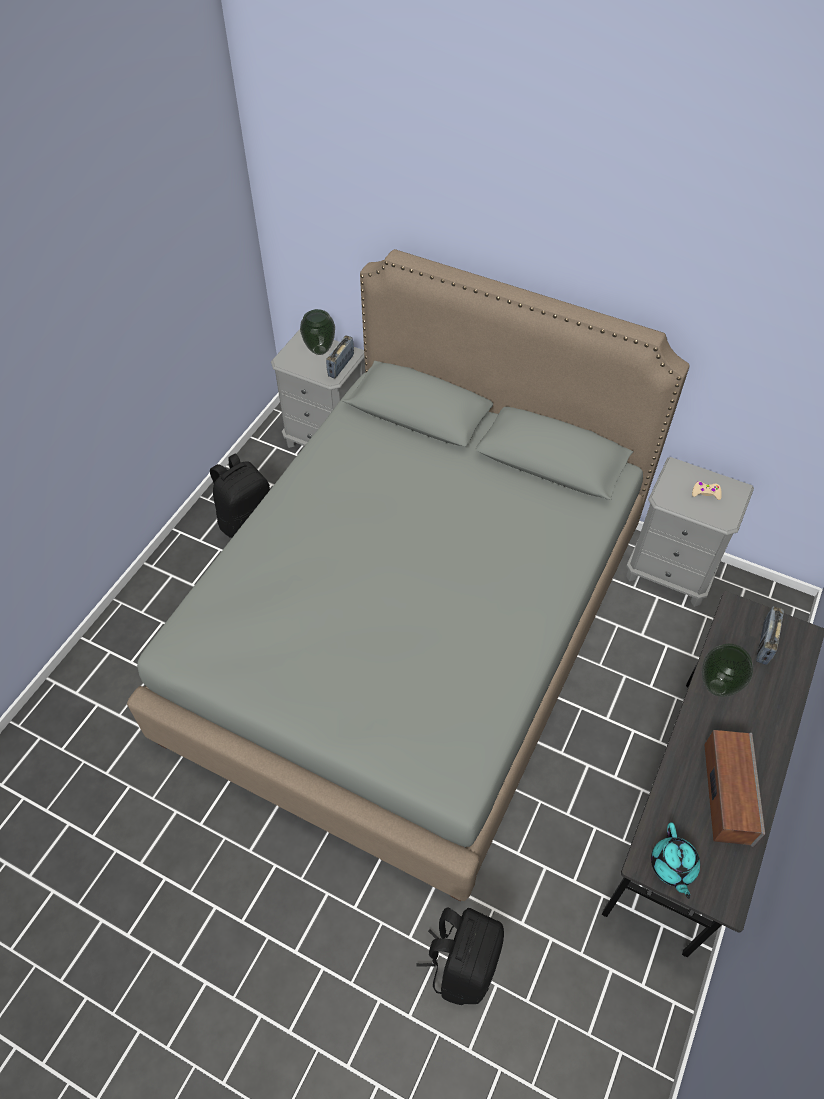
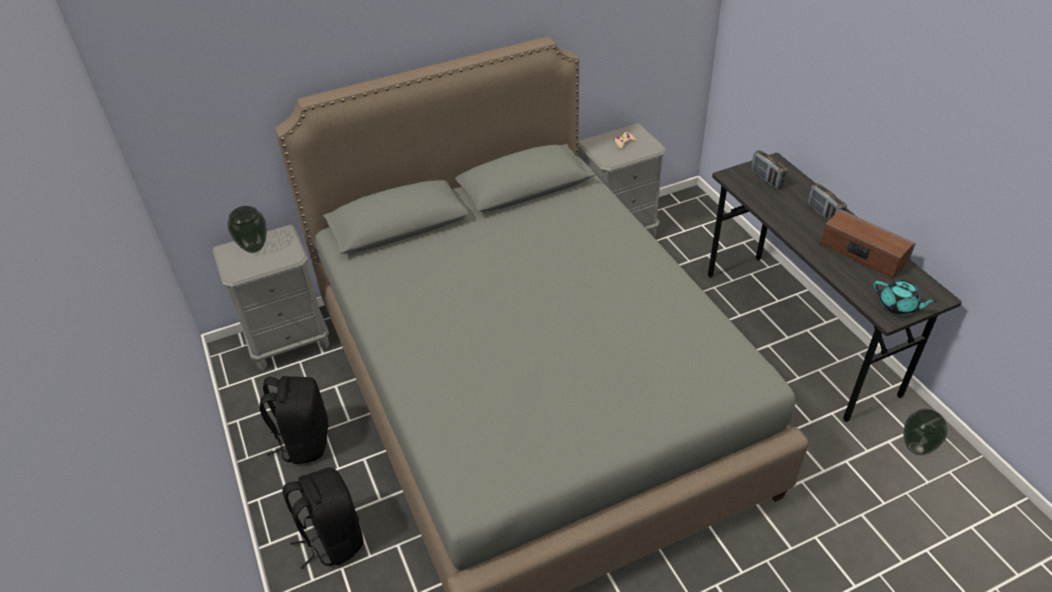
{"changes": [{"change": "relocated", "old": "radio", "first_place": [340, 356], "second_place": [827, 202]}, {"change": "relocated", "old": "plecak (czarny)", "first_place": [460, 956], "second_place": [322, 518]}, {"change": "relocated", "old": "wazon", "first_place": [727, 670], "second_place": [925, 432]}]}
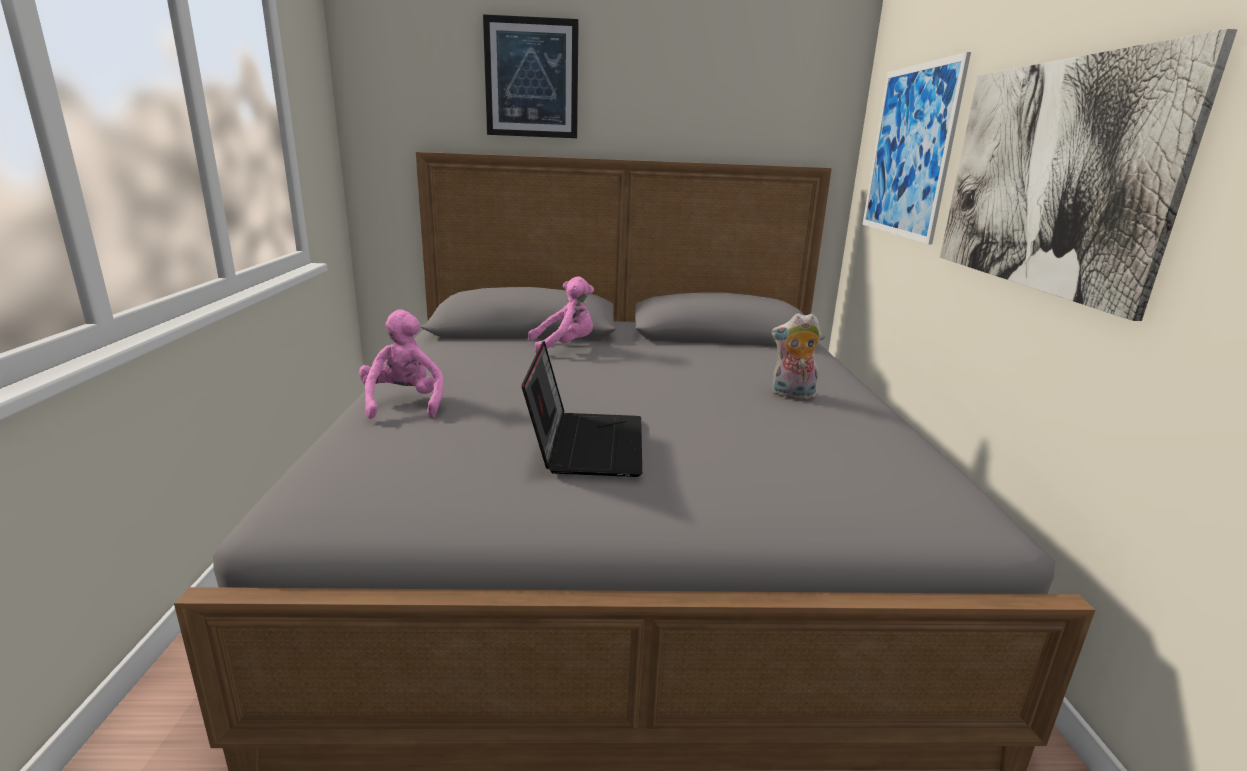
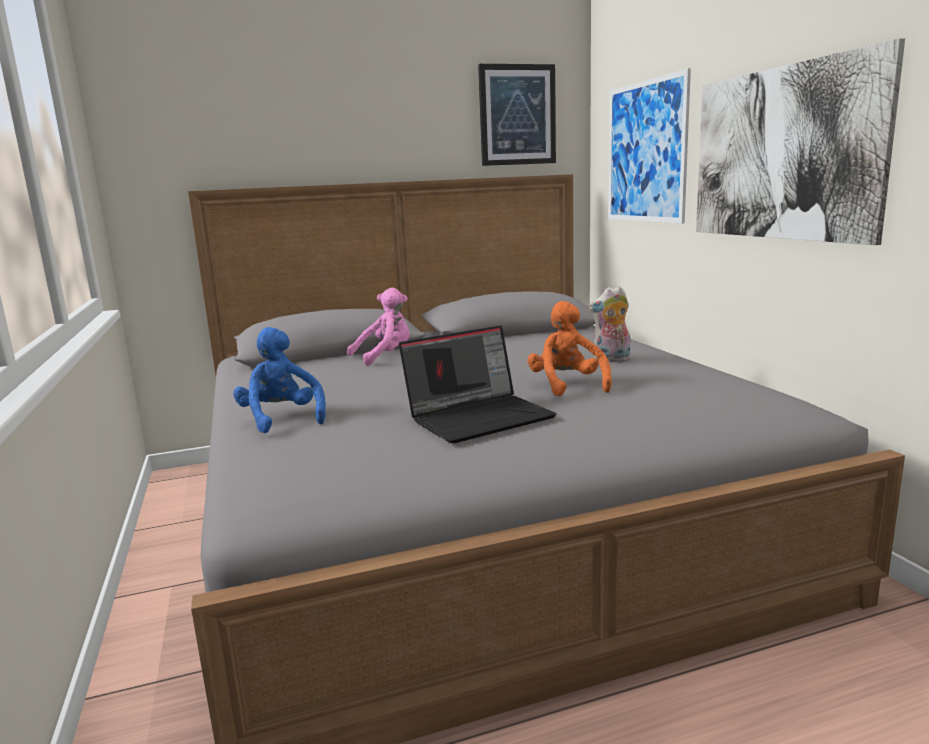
{"changes": [{"change": "appeared", "new": "pluszak (pomarańczowy)", "second_place": [569, 348]}, {"change": "relocated", "old": "obraz", "first_place": [531, 76], "second_place": [517, 115]}, {"change": "colour", "old": "pluszak (różowy)", "new": "pluszak (niebieski)", "first_place": [401, 364], "second_place": [279, 380]}, {"change": "spun", "old": "laptop", "first_place": [581, 409], "second_place": [478, 384], "degrees": 75}]}
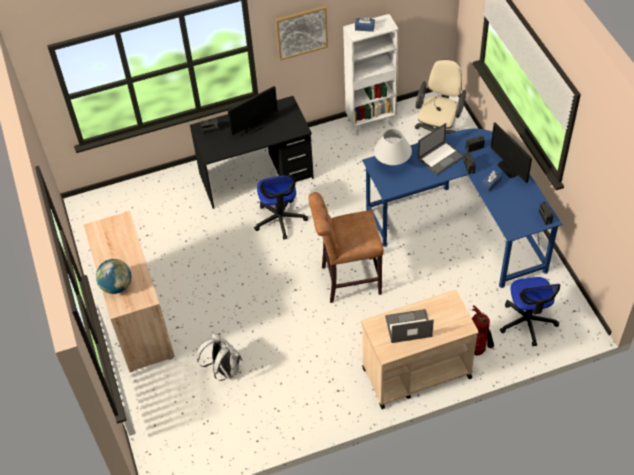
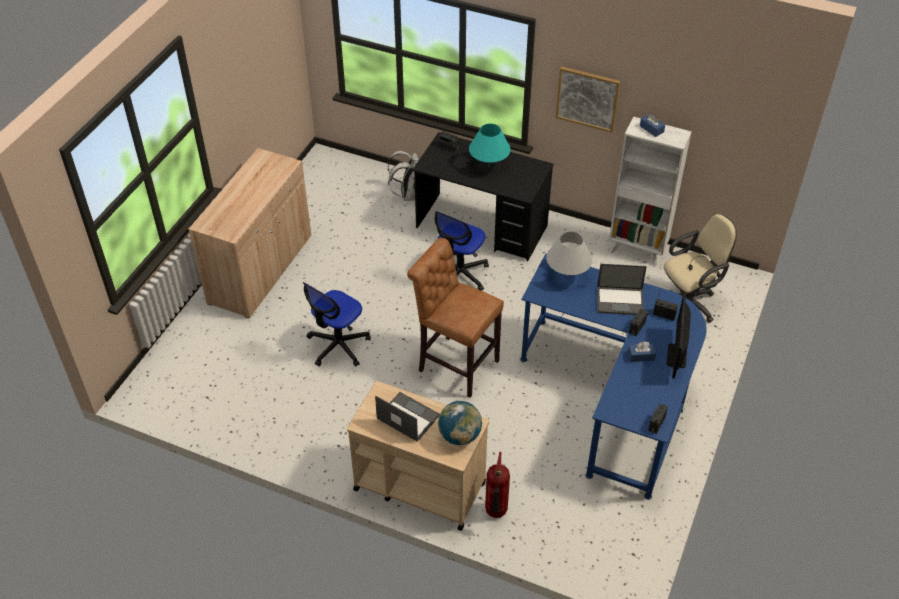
{"changes": [{"change": "relocated", "old": "globus", "first_place": [113, 276], "second_place": [460, 423]}, {"change": "relocated", "old": "plecak (biały)", "first_place": [219, 357], "second_place": [403, 176]}, {"change": "relocated", "old": "krzesło biurowe", "first_place": [530, 311], "second_place": [336, 324]}, {"change": "exchanged", "old": "monitor", "new": "lampa stołowa (turkusowy)", "first_place": [253, 110], "second_place": [490, 145]}]}
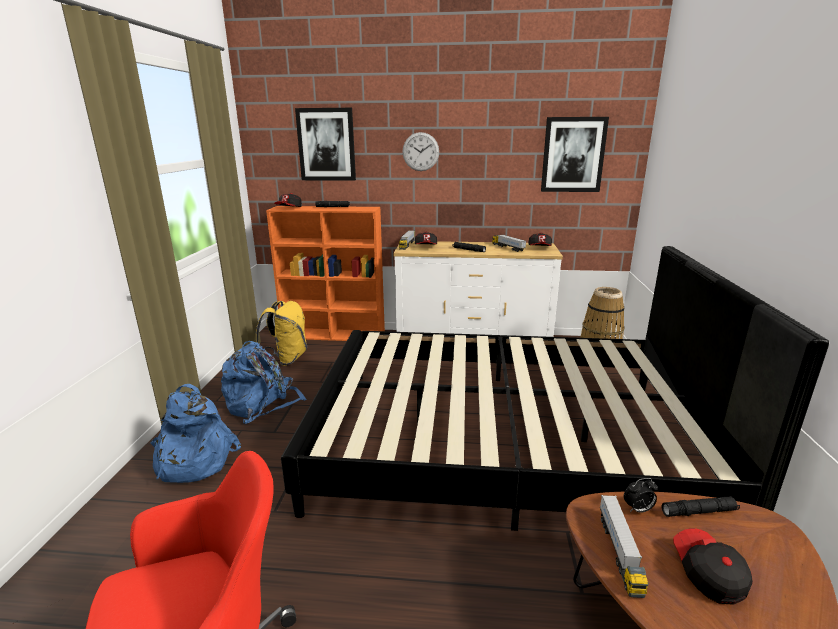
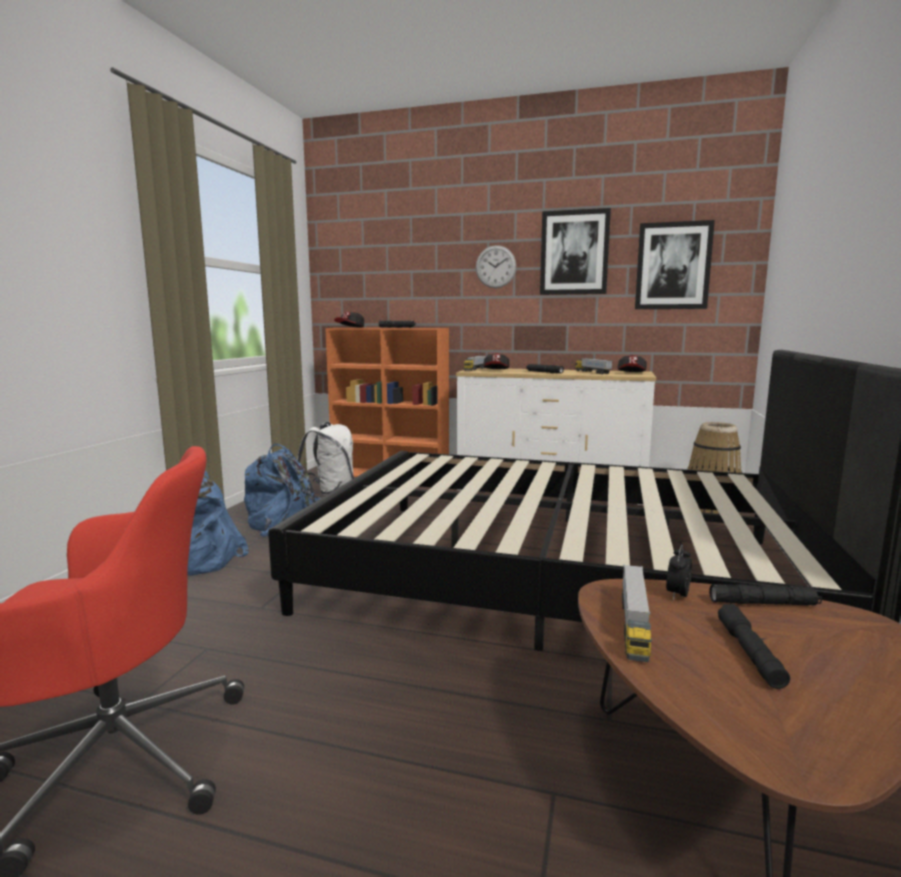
{"changes": [{"change": "relocated", "old": "obraz", "first_place": [325, 144], "second_place": [575, 251]}, {"change": "exchanged", "old": "czapka z daszkiem", "new": "latarka (czarny)", "first_place": [713, 566], "second_place": [754, 646]}, {"change": "colour", "old": "plecak (żółty)", "new": "plecak (biały)", "first_place": [281, 333], "second_place": [325, 458]}, {"change": "spun", "old": "budzik", "first_place": [641, 495], "second_place": [679, 572], "degrees": 120}]}
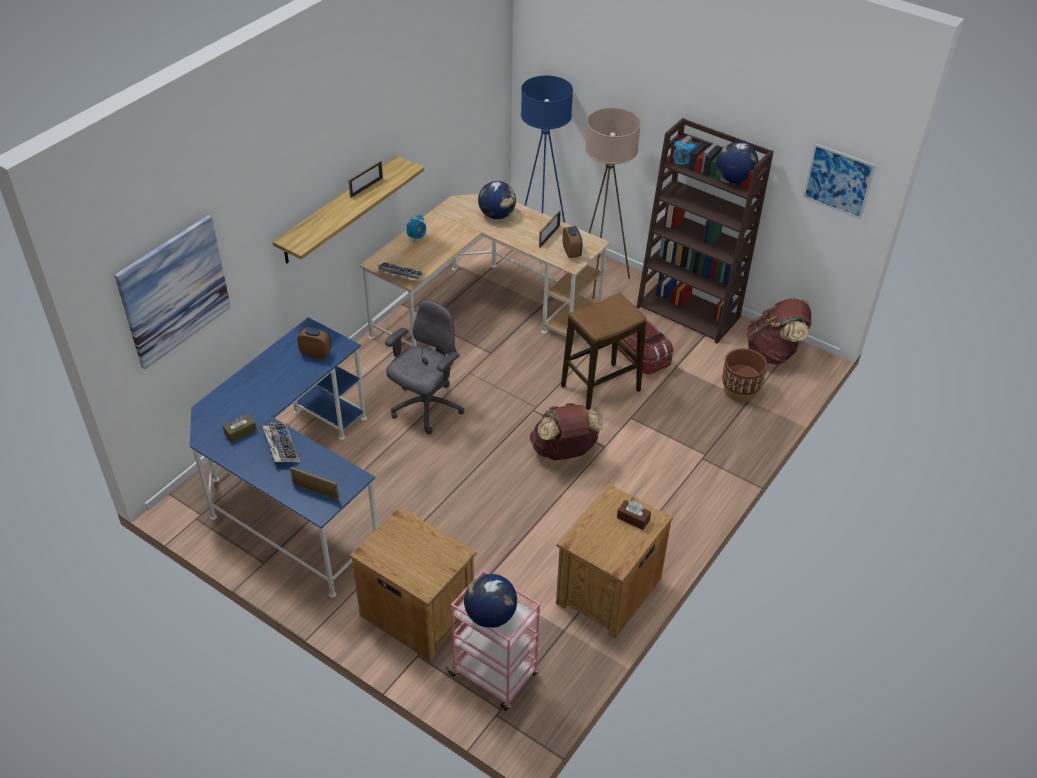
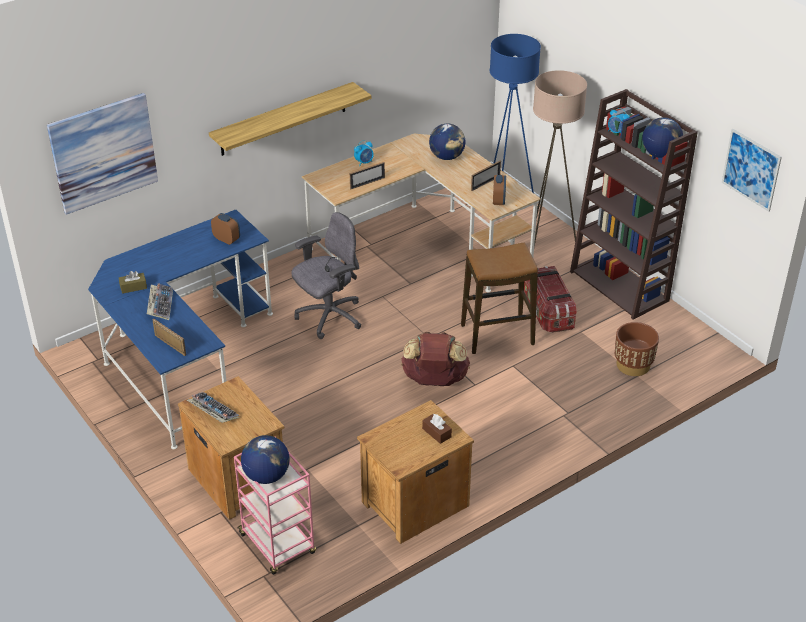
{"changes": [{"change": "missing", "old": "plecak (brązowy)", "first_place": [779, 331]}, {"change": "relocated", "old": "ramka na zdjęcie", "first_place": [365, 179], "second_place": [367, 175]}, {"change": "relocated", "old": "klawiatura", "first_place": [399, 271], "second_place": [213, 407]}]}
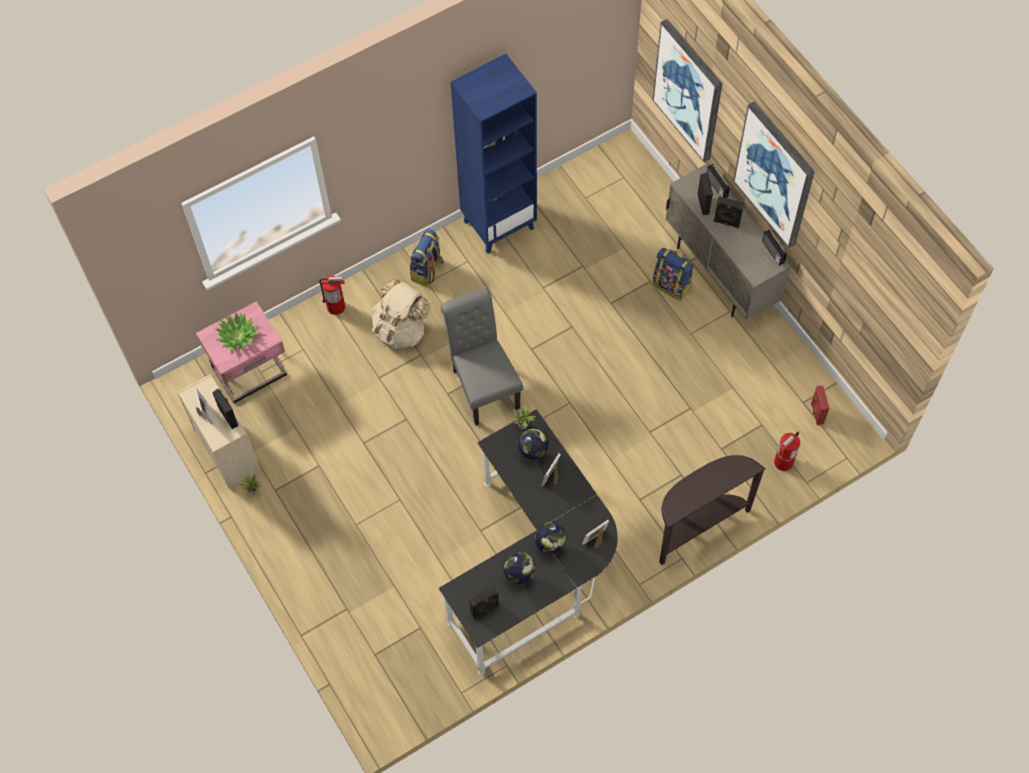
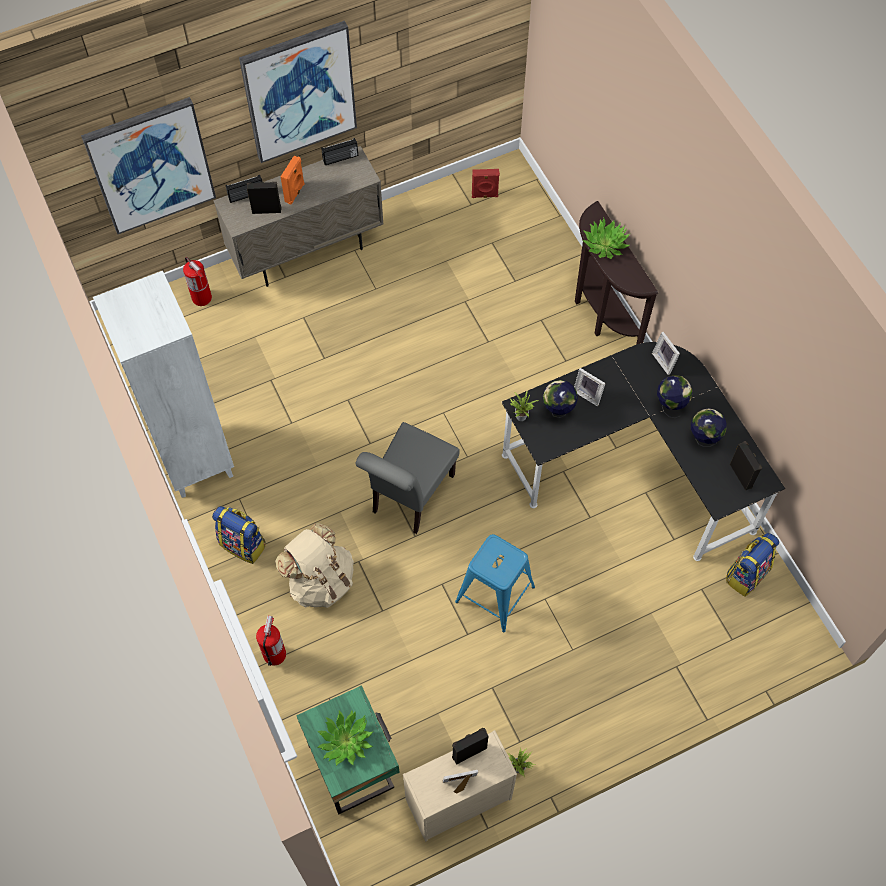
{"changes": [{"change": "appeared", "new": "stołek (niebieski)", "second_place": [495, 583]}, {"change": "appeared", "new": "roślina doniczkowa", "second_place": [606, 238]}, {"change": "relocated", "old": "plecak", "first_place": [673, 274], "second_place": [752, 565]}, {"change": "relocated", "old": "gaśnica", "first_place": [787, 451], "second_place": [197, 281]}, {"change": "colour", "old": "szafka nocna (różowy)", "new": "szafka nocna (zielony)", "first_place": [241, 352], "second_place": [348, 750]}, {"change": "colour", "old": "regał (niebieski)", "new": "regał (biały)", "first_place": [494, 154], "second_place": [163, 384]}, {"change": "colour", "old": "głośnik (czarny)", "new": "głośnik (pomarańczowy)", "first_place": [728, 212], "second_place": [293, 180]}, {"change": "spun", "old": "krzesło (szary)", "first_place": [481, 356], "second_place": [408, 478], "degrees": -45}]}
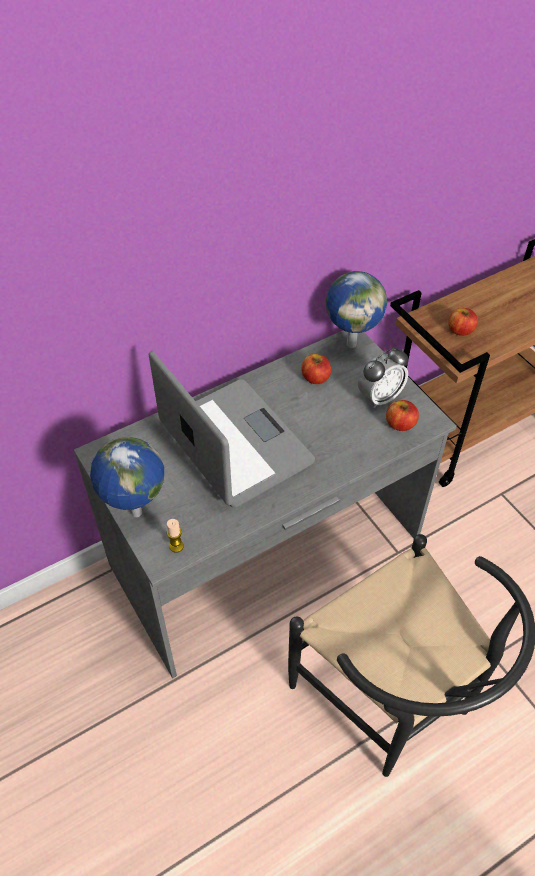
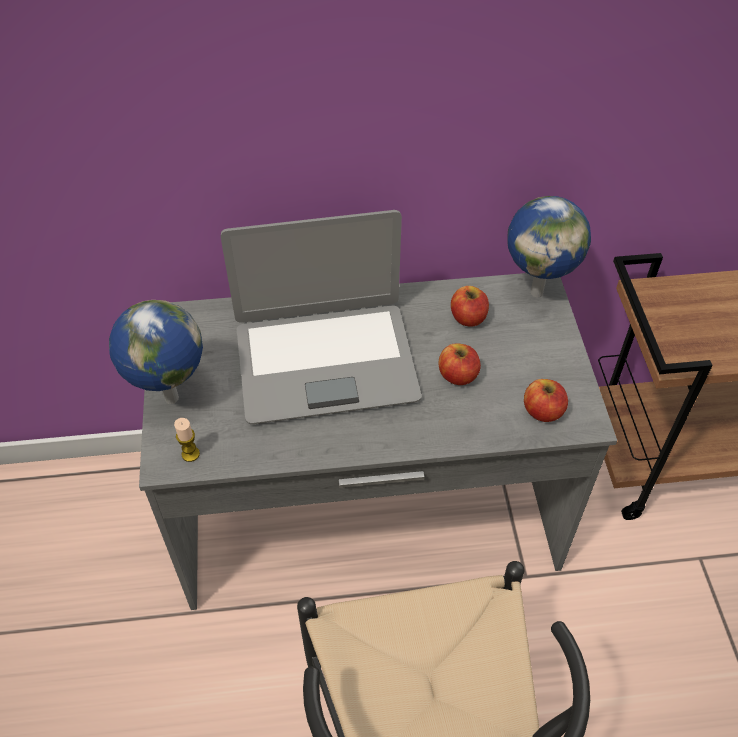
{"changes": [{"change": "missing", "old": "budzik", "first_place": [383, 377]}, {"change": "relocated", "old": "jabłko", "first_place": [463, 322], "second_place": [459, 364]}, {"change": "spun", "old": "laptop", "first_place": [232, 429], "second_place": [321, 317], "degrees": 90}]}
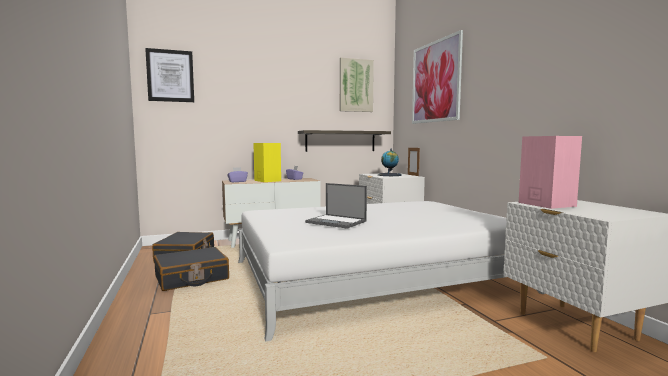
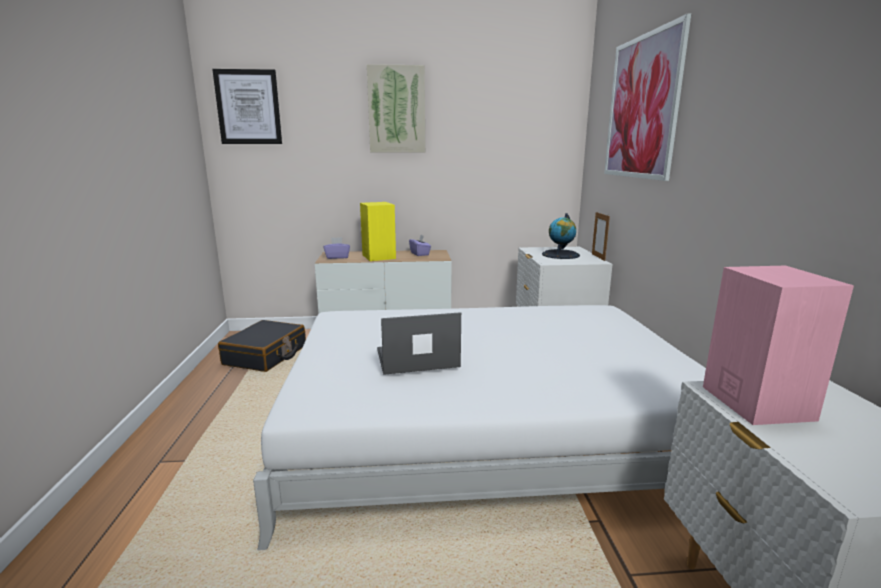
{"changes": [{"change": "missing", "old": "walizka (czarny)", "first_place": [191, 269]}, {"change": "missing", "old": "półka", "first_place": [344, 141]}, {"change": "relocated", "old": "obraz", "first_place": [357, 85], "second_place": [396, 108]}, {"change": "spun", "old": "laptop", "first_place": [336, 206], "second_place": [419, 343], "degrees": 120}]}
